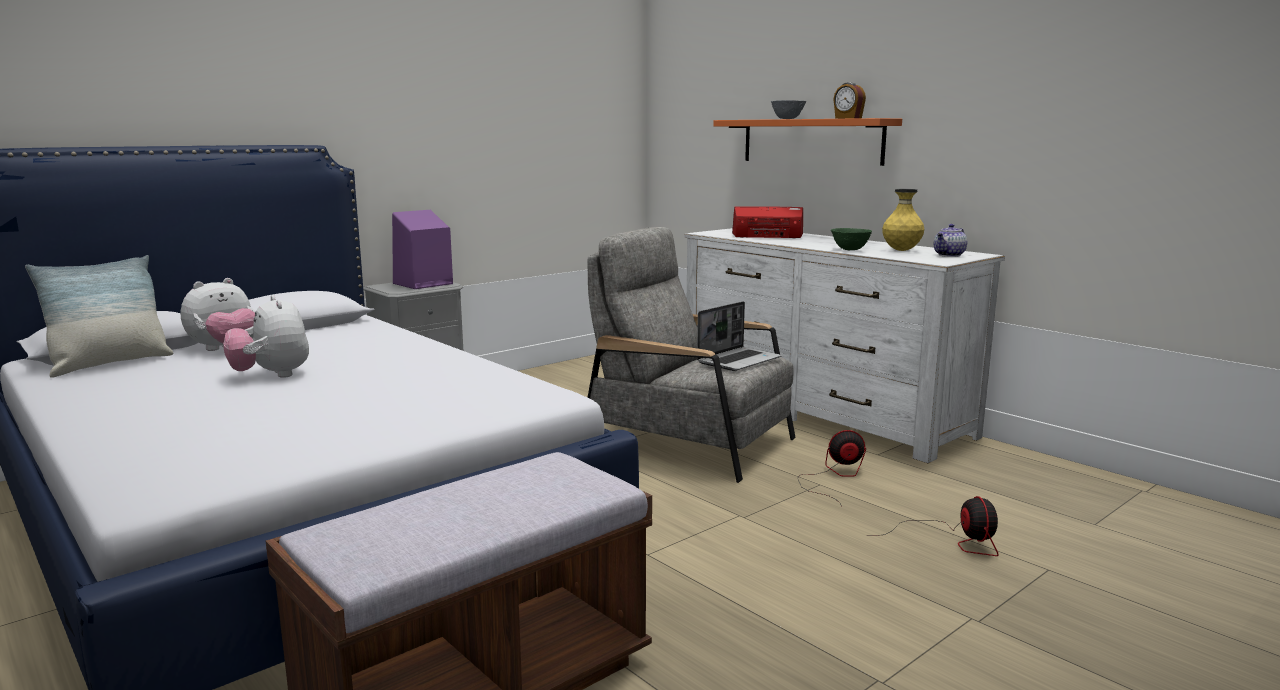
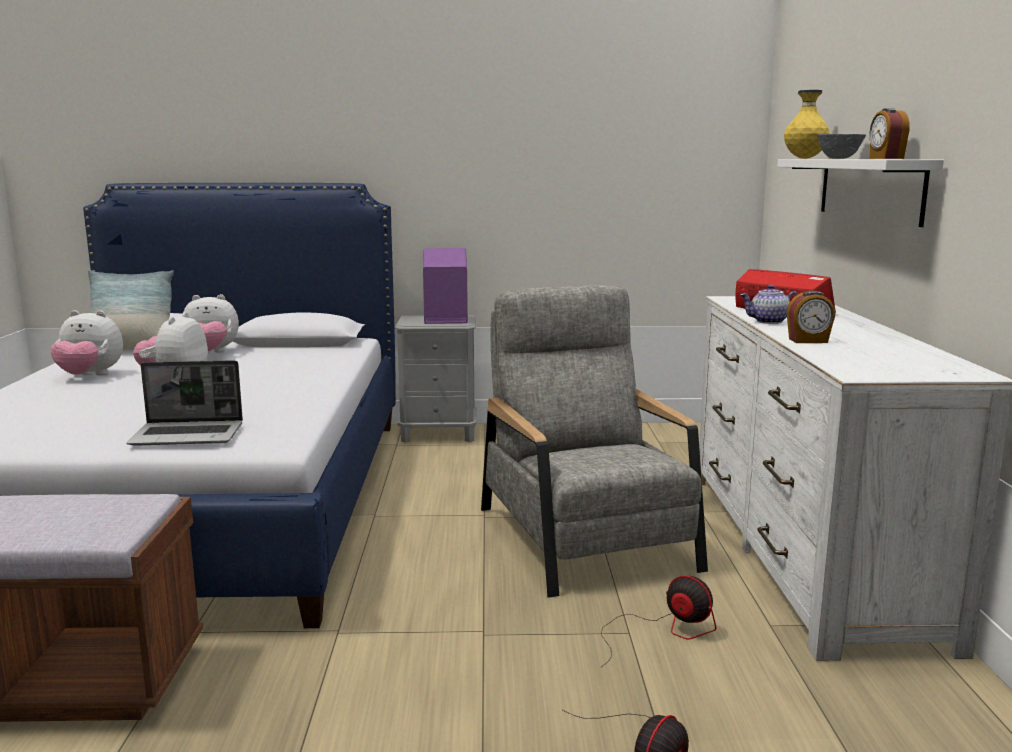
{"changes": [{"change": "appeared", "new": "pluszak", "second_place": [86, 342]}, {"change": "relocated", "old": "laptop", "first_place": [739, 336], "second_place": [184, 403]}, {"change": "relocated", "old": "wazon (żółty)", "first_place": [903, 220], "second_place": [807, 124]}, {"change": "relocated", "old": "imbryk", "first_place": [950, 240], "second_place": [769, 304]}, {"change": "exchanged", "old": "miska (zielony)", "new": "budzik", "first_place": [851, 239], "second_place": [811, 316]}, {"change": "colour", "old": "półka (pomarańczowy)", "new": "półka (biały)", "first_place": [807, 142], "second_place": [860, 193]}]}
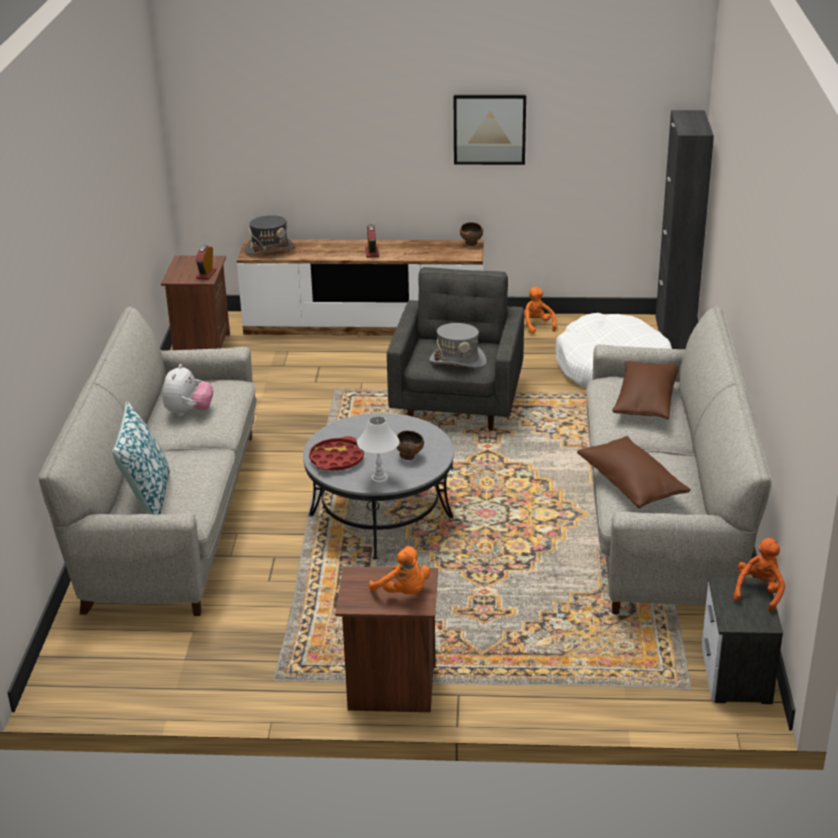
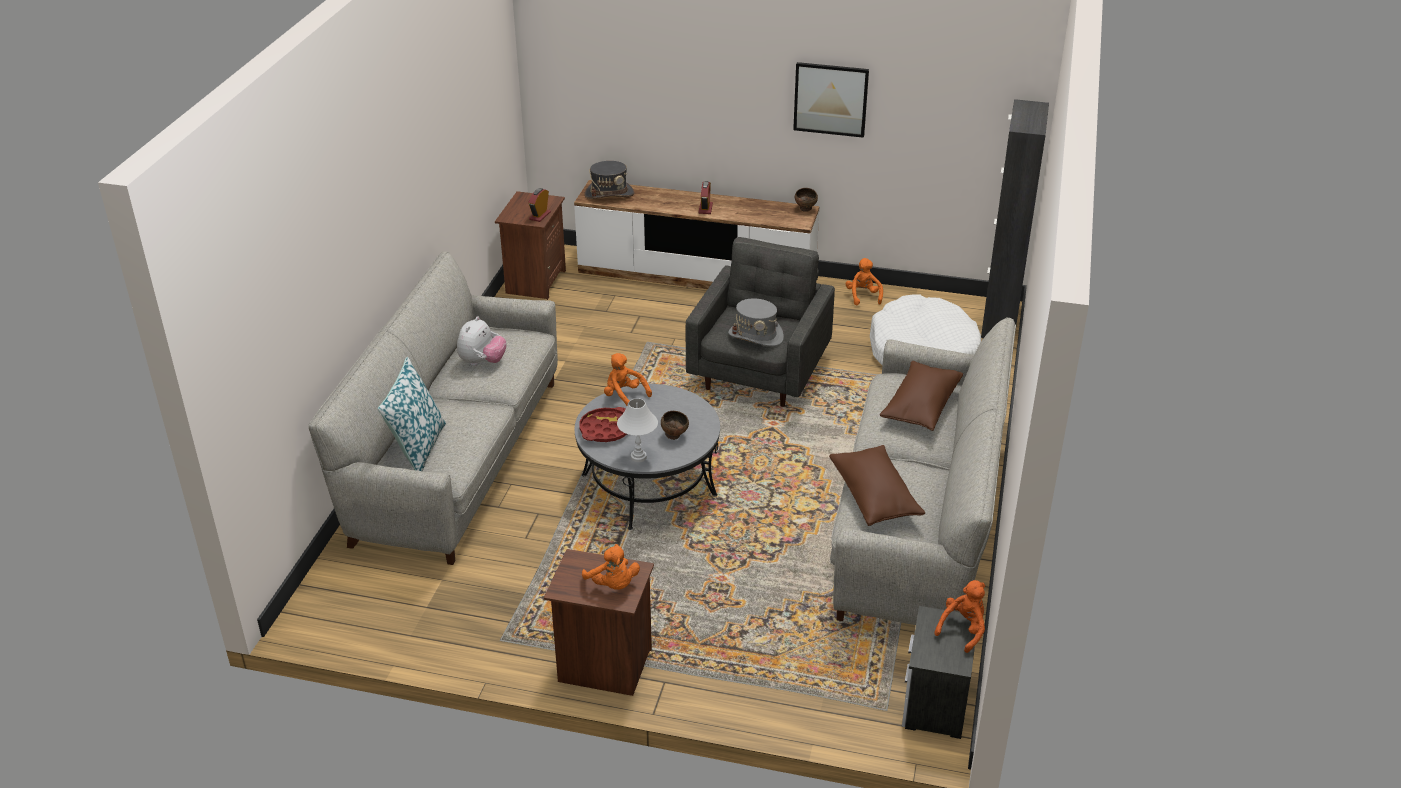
{"changes": [{"change": "appeared", "new": "pluszak (pomarańczowy)", "second_place": [628, 379]}]}
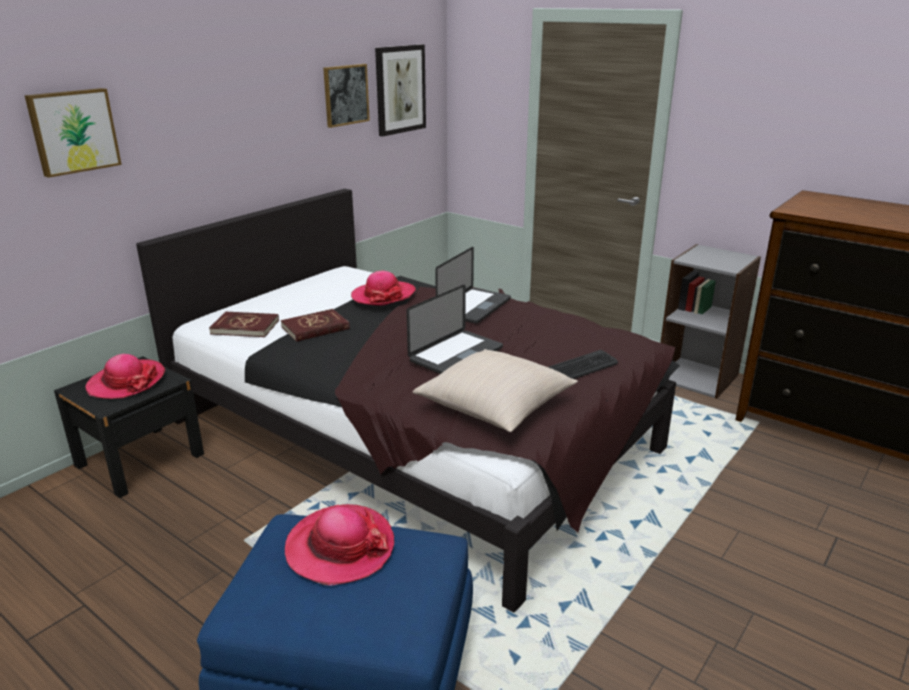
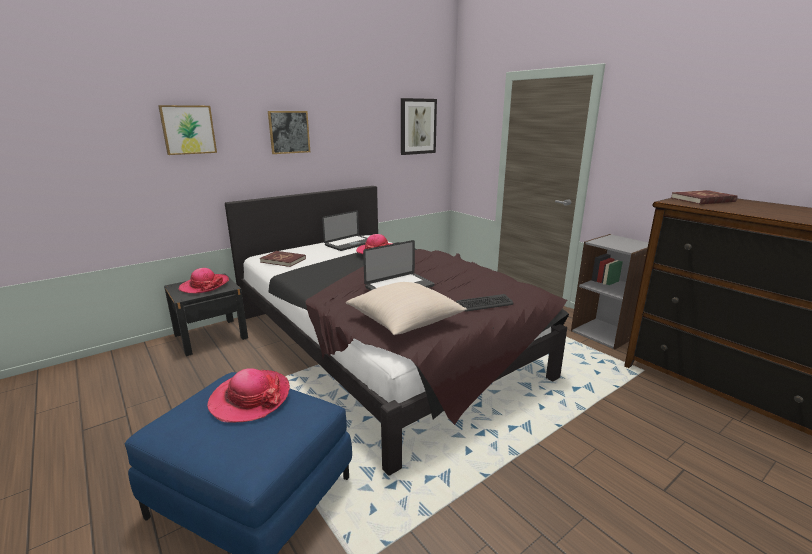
{"changes": [{"change": "relocated", "old": "książka (czerwony)", "first_place": [315, 325], "second_place": [704, 197]}, {"change": "relocated", "old": "obraz", "first_place": [346, 96], "second_place": [289, 132]}, {"change": "relocated", "old": "laptop", "first_place": [473, 285], "second_place": [344, 230]}]}
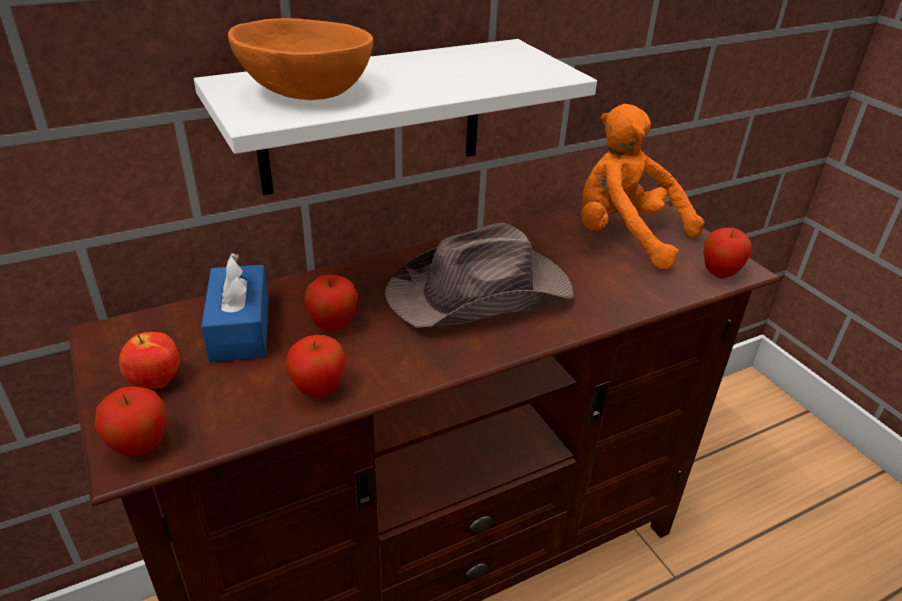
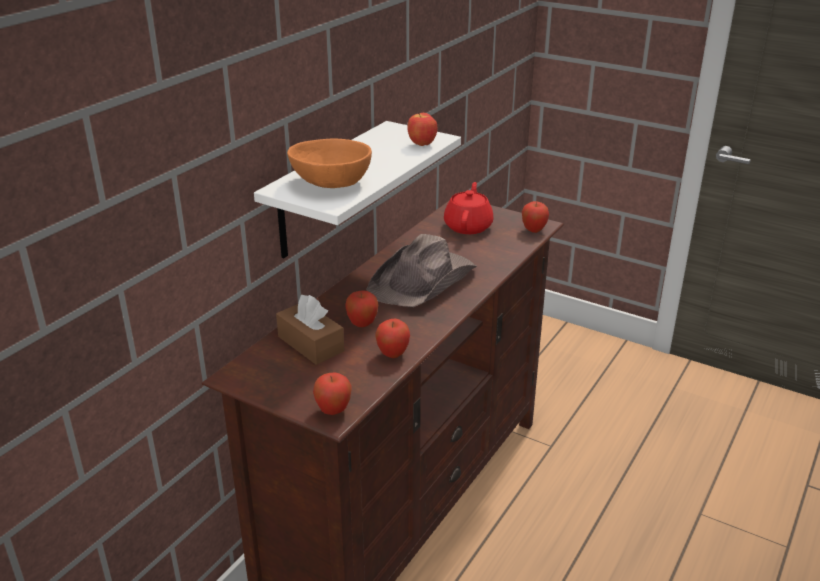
{"changes": [{"change": "relocated", "old": "jabłko", "first_place": [149, 360], "second_place": [422, 129]}, {"change": "exchanged", "old": "pluszak (pomarańczowy)", "new": "imbryk (czerwony)", "first_place": [642, 186], "second_place": [468, 208]}, {"change": "colour", "old": "pudełko chusteczek (niebieski)", "new": "pudełko chusteczek (brązowy)", "first_place": [235, 307], "second_place": [310, 330]}]}
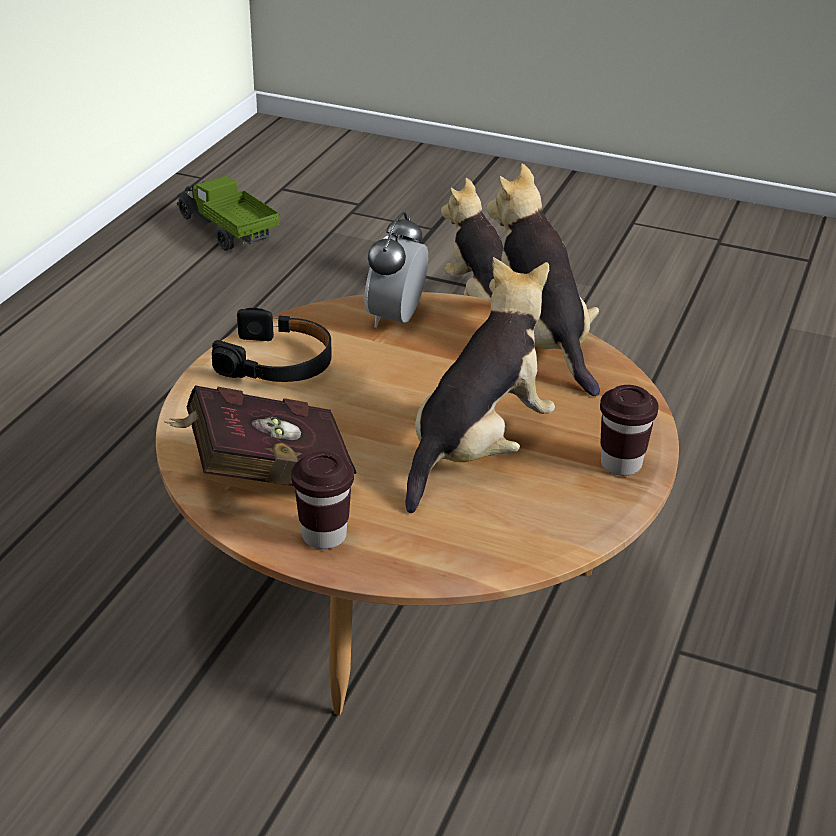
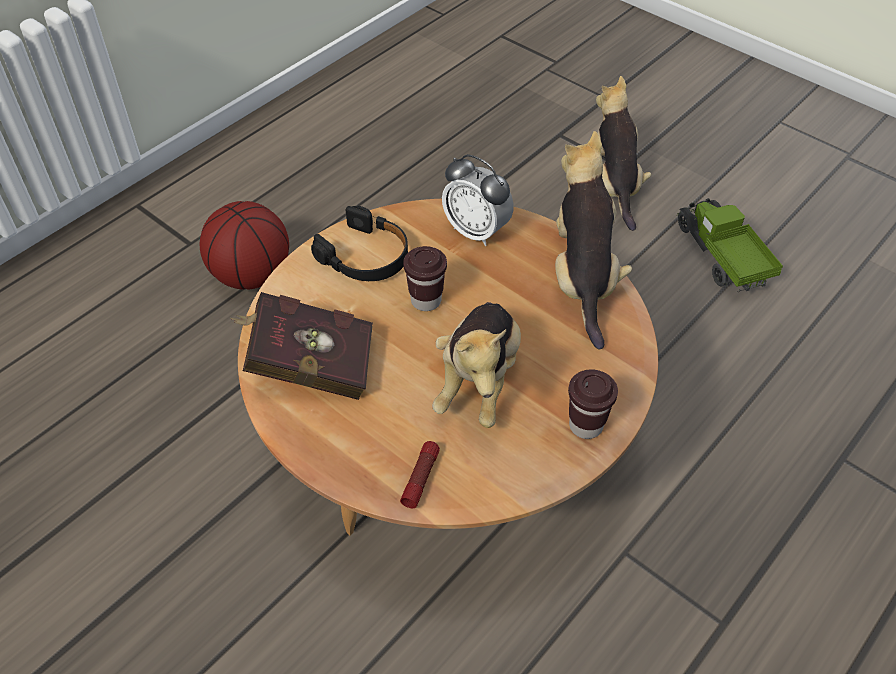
{"changes": [{"change": "appeared", "new": "piłka do koszykówki", "second_place": [244, 245]}, {"change": "appeared", "new": "latarka", "second_place": [420, 474]}, {"change": "relocated", "old": "ciężarówka zabawkowa", "first_place": [228, 213], "second_place": [730, 245]}, {"change": "relocated", "old": "filiżanka (brązowy)", "first_place": [322, 500], "second_place": [425, 278]}, {"change": "spun", "old": "budzik", "first_place": [396, 270], "second_place": [478, 200], "degrees": -90}, {"change": "spun", "old": "pluszak", "first_place": [480, 385], "second_place": [476, 365], "degrees": 135}]}
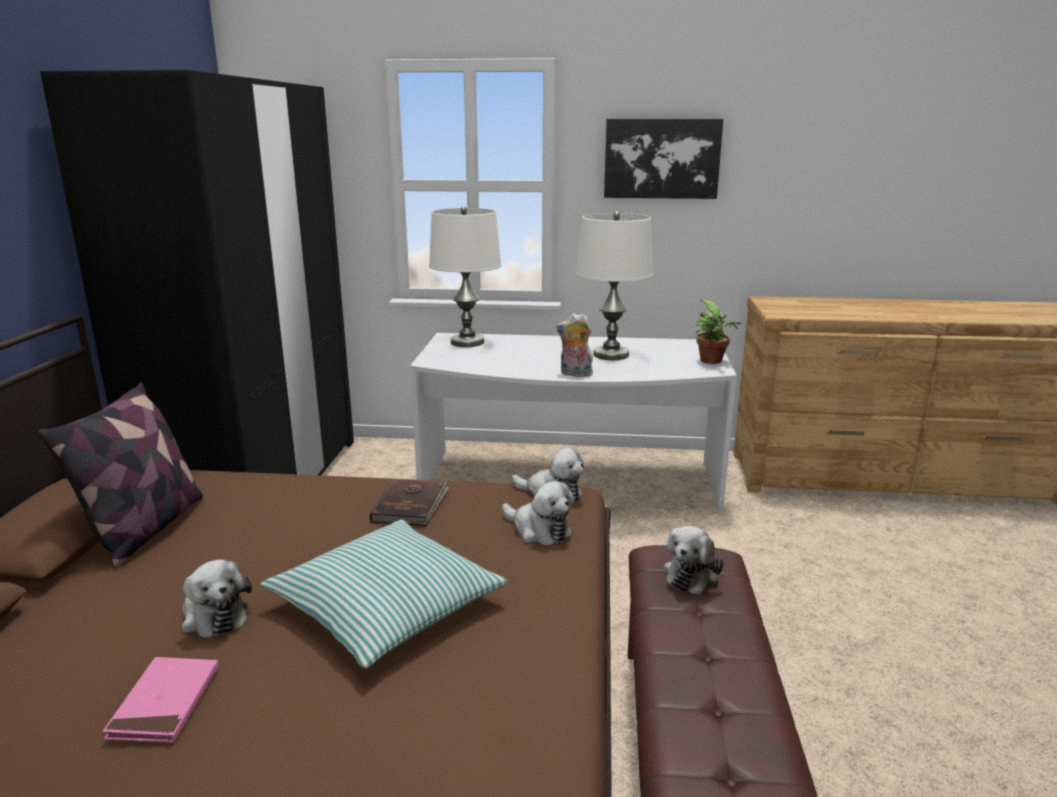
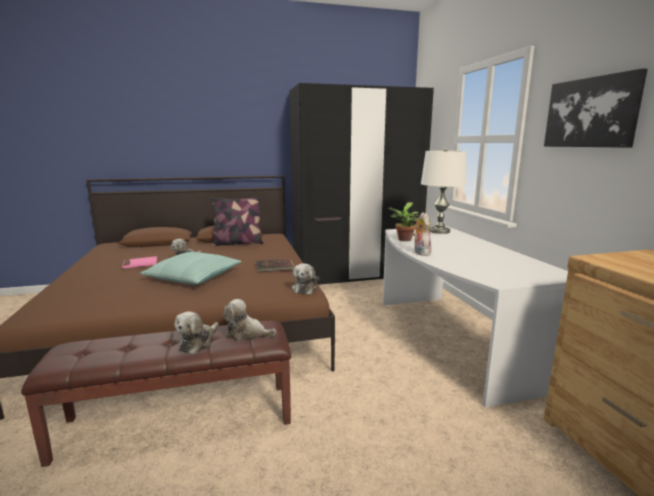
{"changes": [{"change": "missing", "old": "lampa stołowa (biały)", "first_place": [614, 285]}, {"change": "relocated", "old": "pluszak", "first_place": [538, 513], "second_place": [196, 333]}, {"change": "relocated", "old": "roślina doniczkowa", "first_place": [718, 332], "second_place": [403, 221]}]}
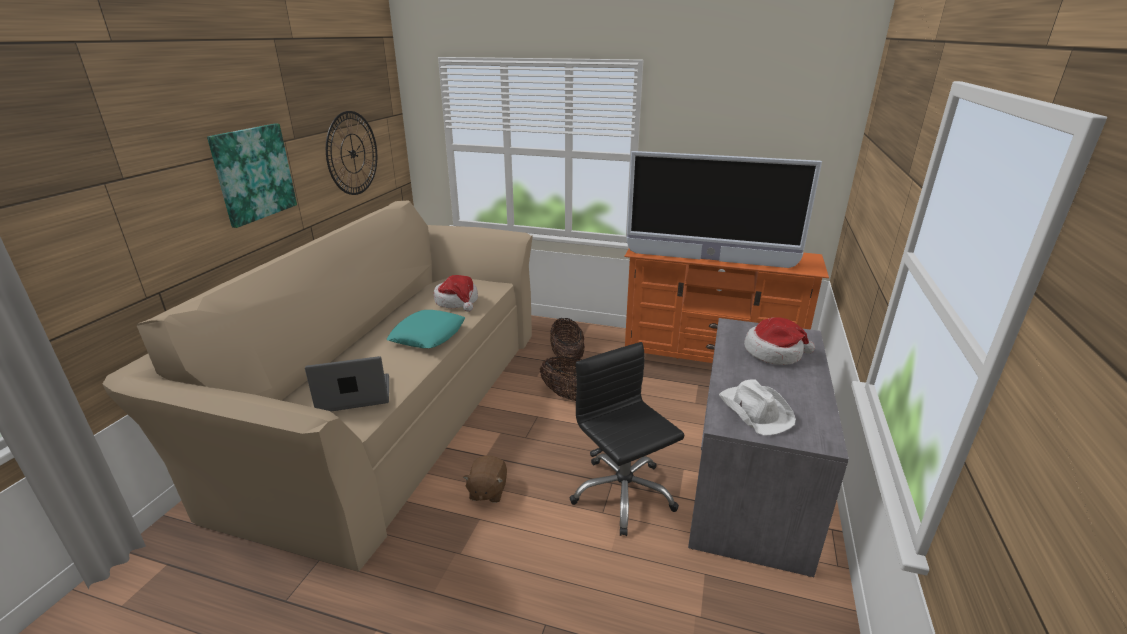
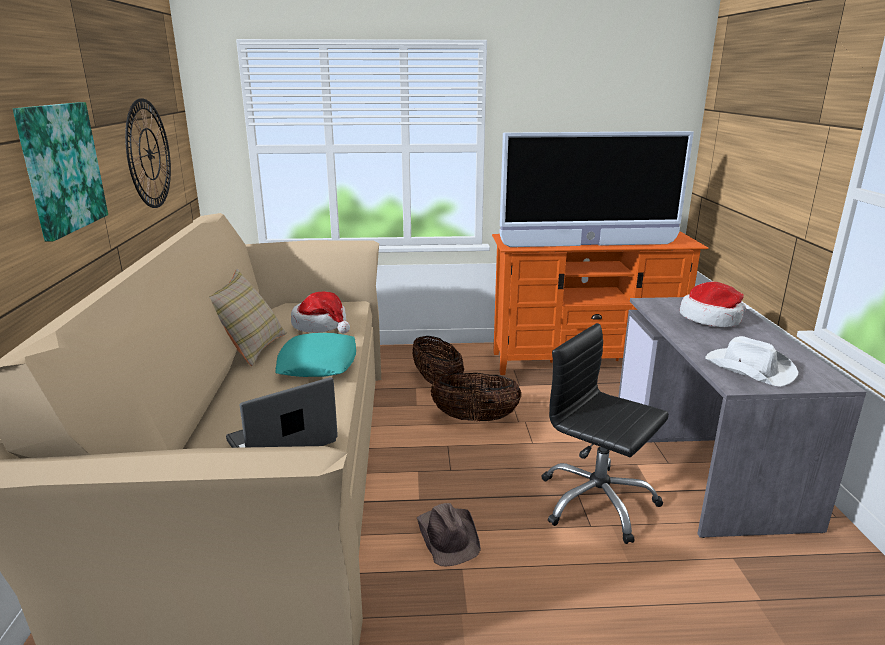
{"changes": [{"change": "appeared", "new": "poduszka (beżowy)", "second_place": [248, 317]}, {"change": "exchanged", "old": "pluszak (brązowy)", "new": "kapelusz (brązowy)", "first_place": [485, 479], "second_place": [449, 534]}]}
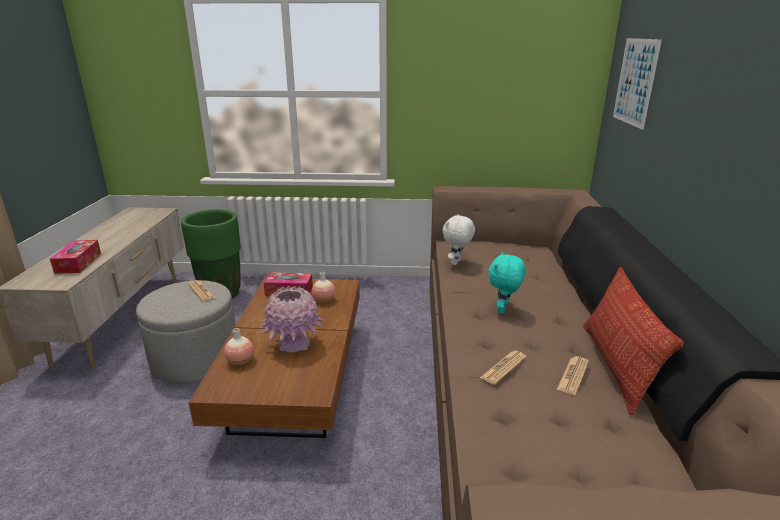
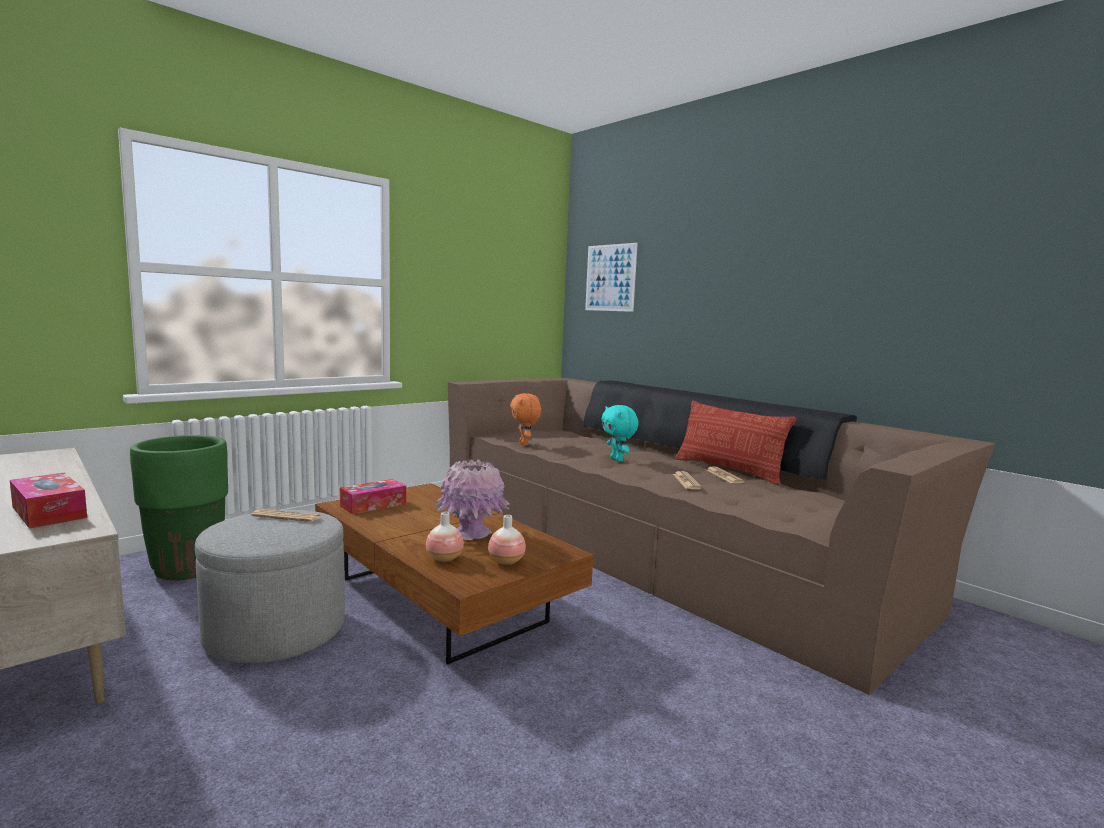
{"changes": [{"change": "relocated", "old": "wazon", "first_place": [323, 287], "second_place": [507, 540]}, {"change": "colour", "old": "pluszak (biały)", "new": "pluszak (pomarańczowy)", "first_place": [459, 239], "second_place": [525, 419]}]}
